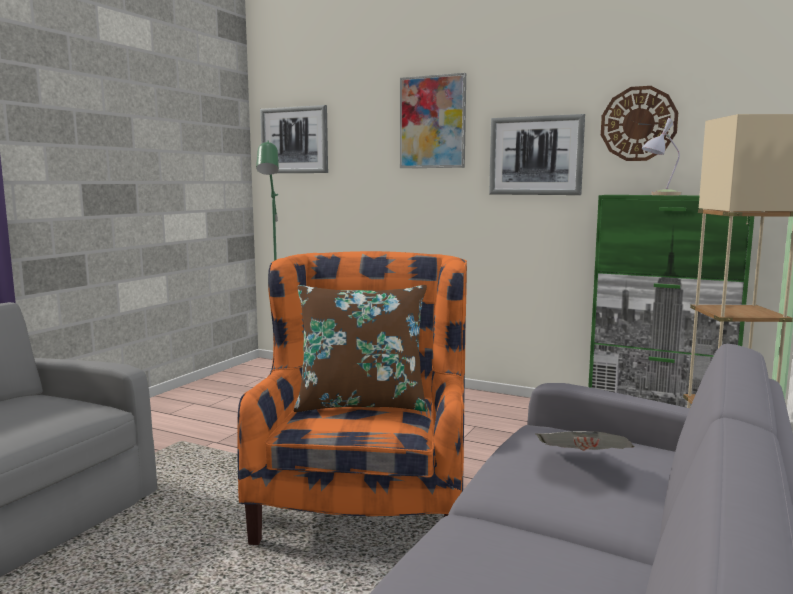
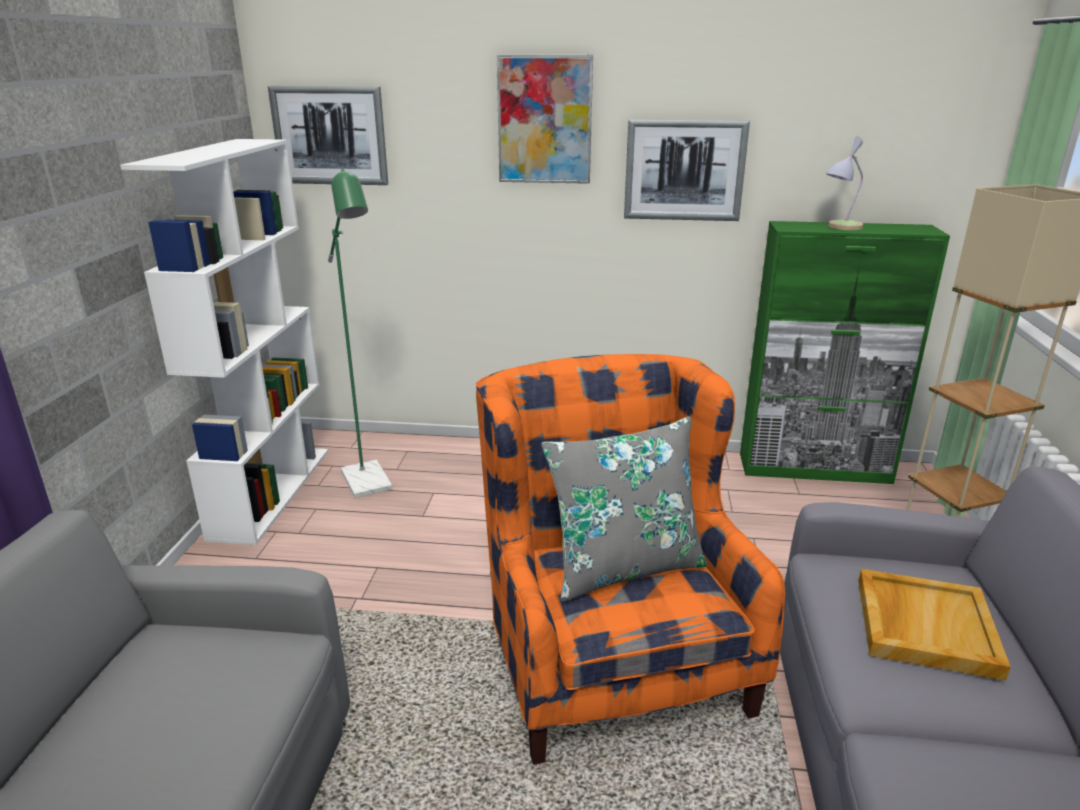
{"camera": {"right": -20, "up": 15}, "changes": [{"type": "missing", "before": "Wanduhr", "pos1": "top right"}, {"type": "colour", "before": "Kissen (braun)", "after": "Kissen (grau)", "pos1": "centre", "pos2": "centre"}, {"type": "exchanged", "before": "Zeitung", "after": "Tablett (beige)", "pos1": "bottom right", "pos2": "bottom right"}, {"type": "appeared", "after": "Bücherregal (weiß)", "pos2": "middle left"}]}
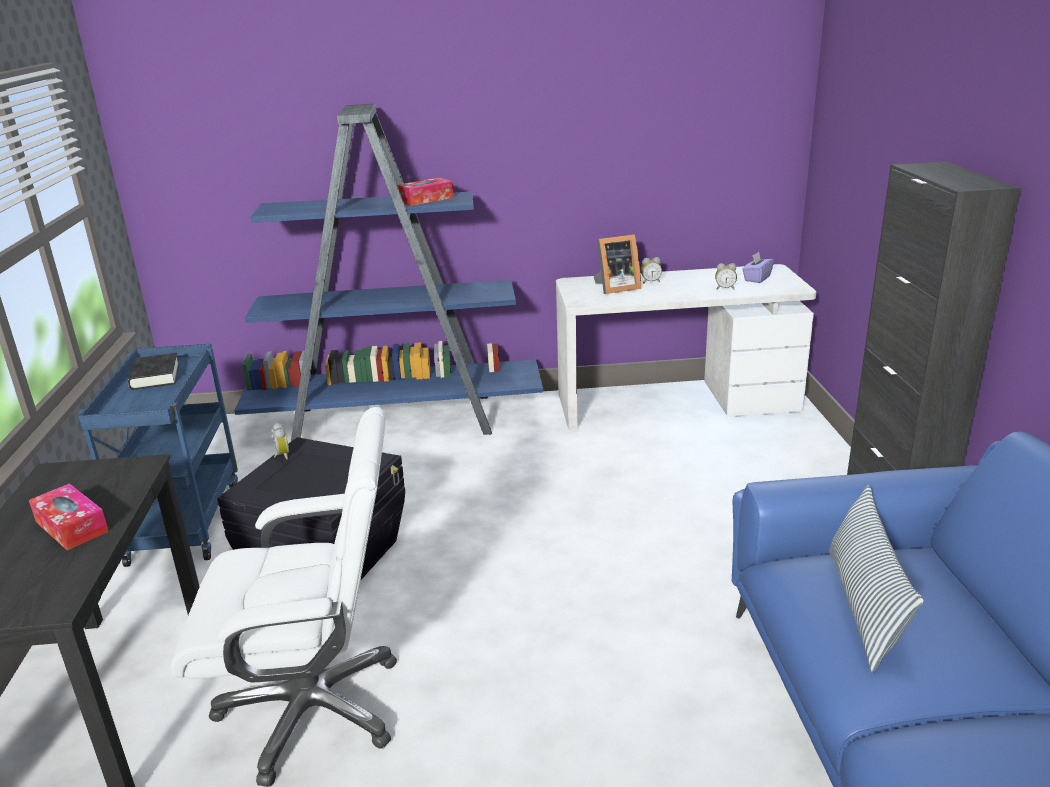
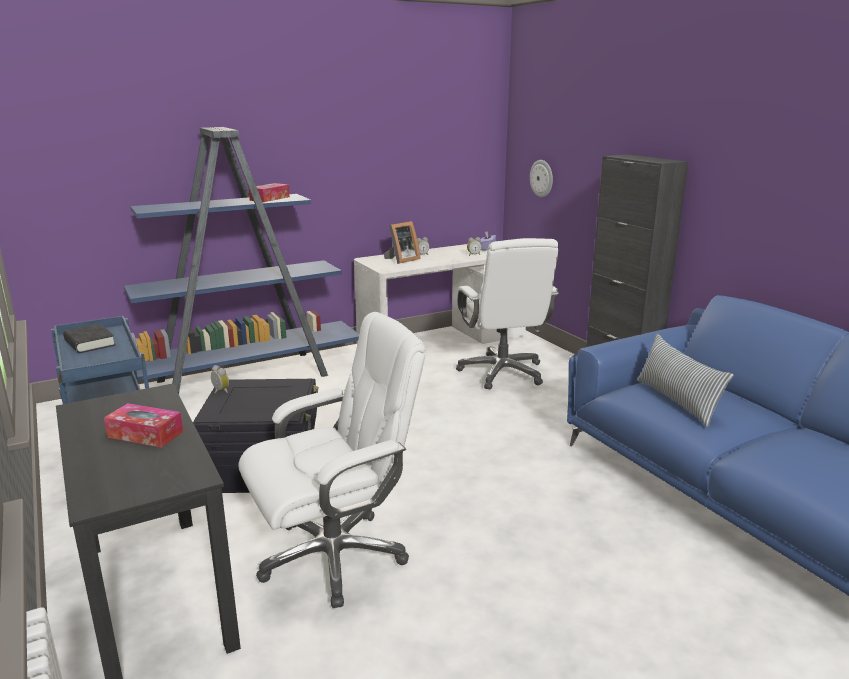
{"camera": {"right": -25, "up": -5}, "changes": [{"type": "appeared", "after": "Wanduhr", "pos2": "top centre"}, {"type": "appeared", "after": "Bürostuhl (weiß) (no. 2 from left)", "pos2": "centre"}]}
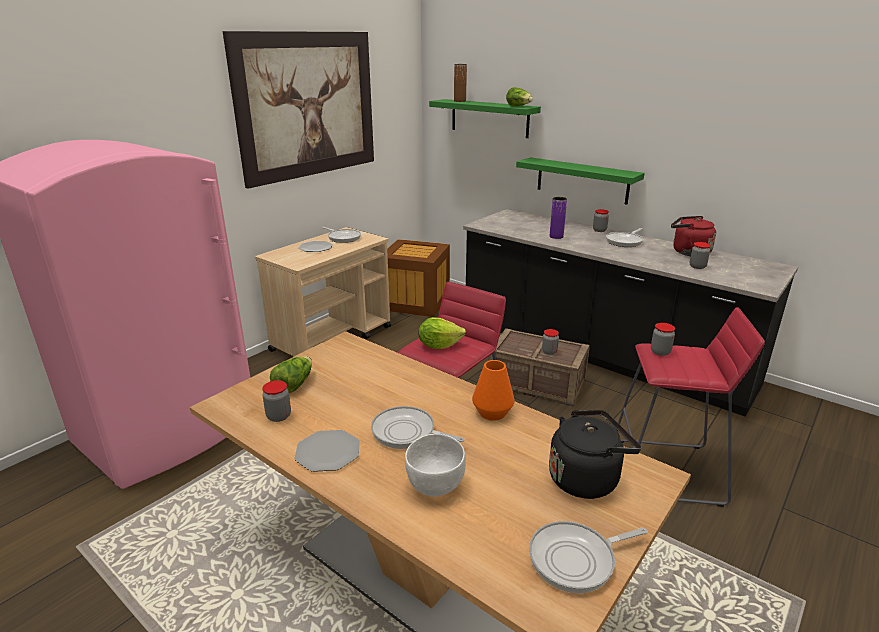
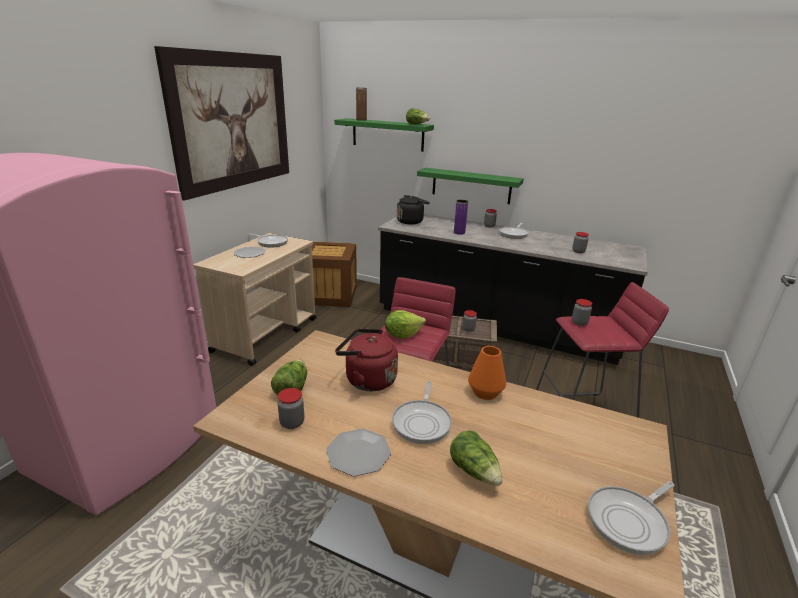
{"camera": {"right": -15, "up": 0}, "changes": [{"type": "relocated", "before": "Wasserkessel (rot)", "pos1": "middle right", "pos2": "centre"}, {"type": "spun", "before": "Pfanne (no. 2 from left)", "pos1": "bottom centre", "pos2": "bottom centre", "turn": -90}, {"type": "relocated", "before": "Wasserkessel (schwarz)", "pos1": "bottom right", "pos2": "centre"}, {"type": "exchanged", "before": "Schüssel (weiß)", "after": "Salatkopf (no. 4 from left)", "pos1": "bottom centre", "pos2": "bottom centre"}]}
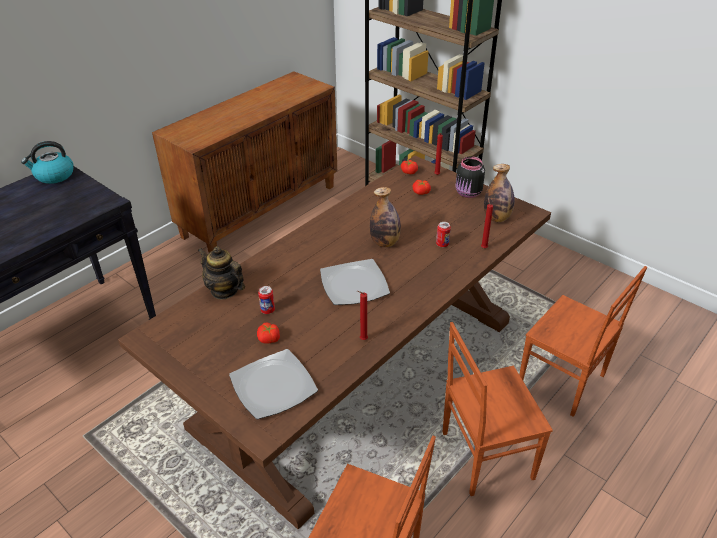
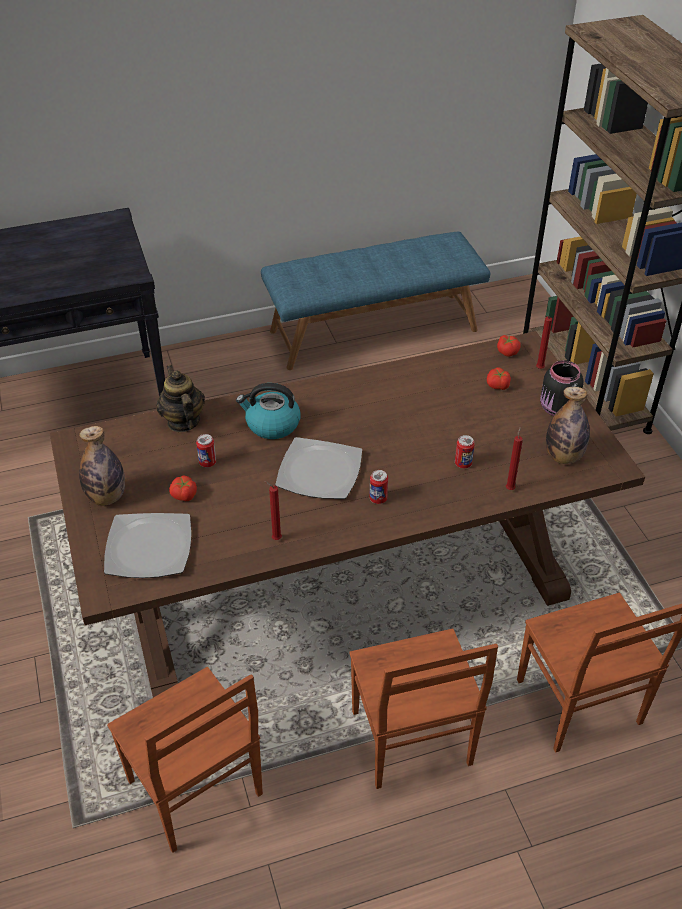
{"camera": {"right": 30, "up": 5}, "changes": [{"type": "exchanged", "before": "Schrank (braun)", "after": "Bank (blau)", "pos1": "top centre", "pos2": "top centre"}, {"type": "relocated", "before": "Wasserkessel", "pos1": "top left", "pos2": "centre"}, {"type": "relocated", "before": "Flasche (no. 1 from left)", "pos1": "centre", "pos2": "middle left"}, {"type": "spun", "before": "Stuhl (braun) (no. 2 from left)", "pos1": "bottom right", "pos2": "bottom centre", "turn": -120}, {"type": "appeared", "after": "Dose (no. 2 from left)", "pos2": "centre"}]}
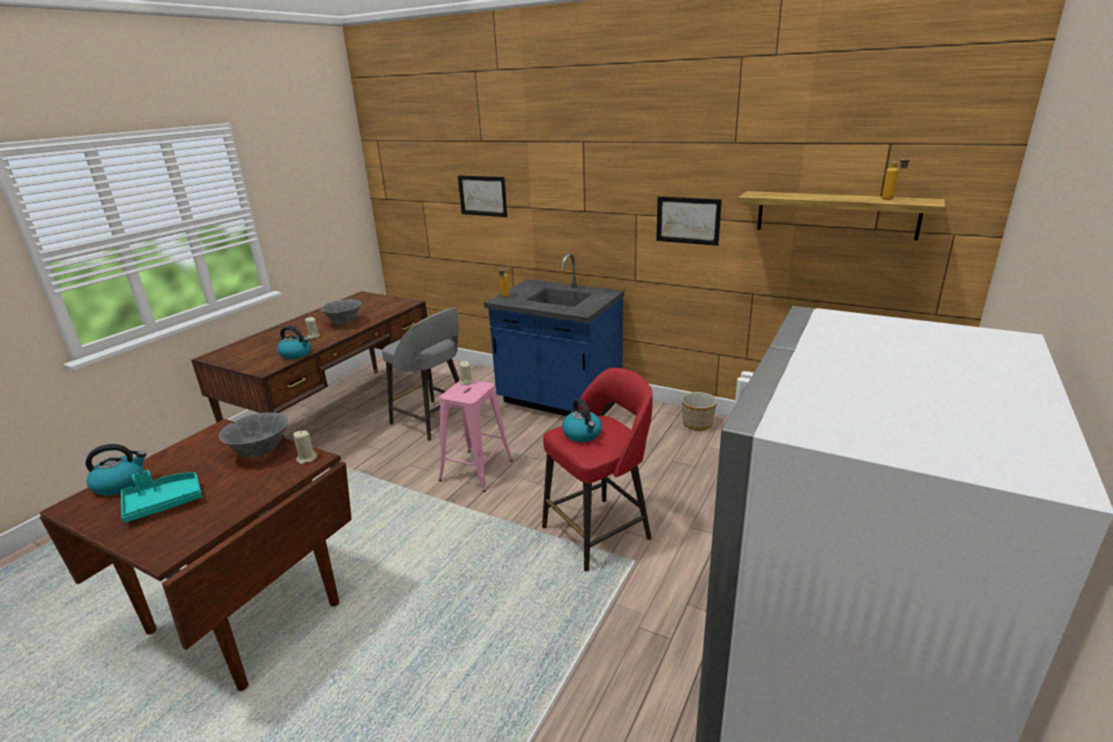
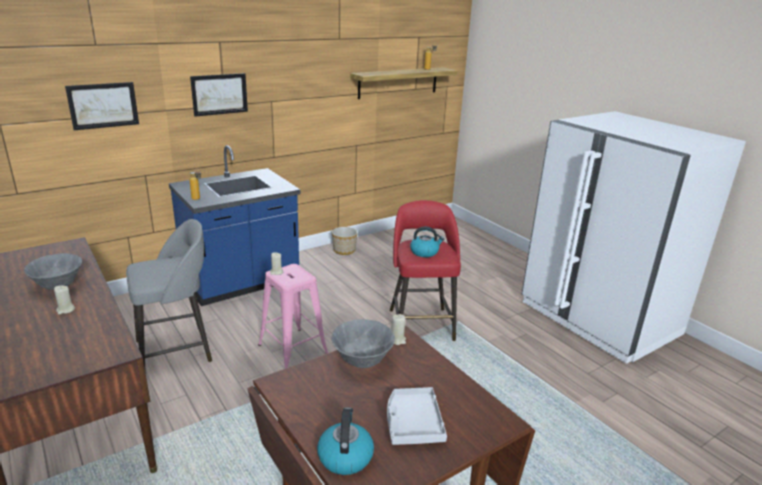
{"camera": {"right": -65, "up": 0}, "changes": [{"type": "relocated", "before": "Bild (no. 2 from left)", "pos1": "top centre", "pos2": "top left"}, {"type": "missing", "before": "Wasserkessel (no. 2 from left)", "pos1": "middle left"}, {"type": "colour", "before": "Tablett (türkis)", "after": "Tablett (grau)", "pos1": "bottom left", "pos2": "bottom centre"}]}
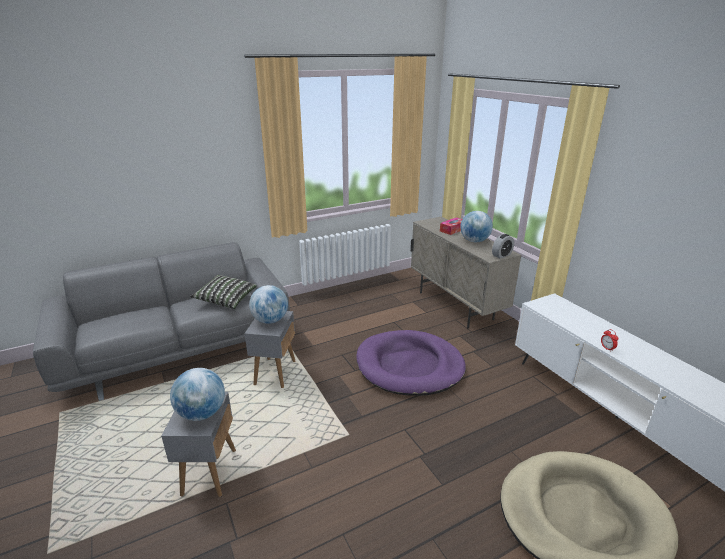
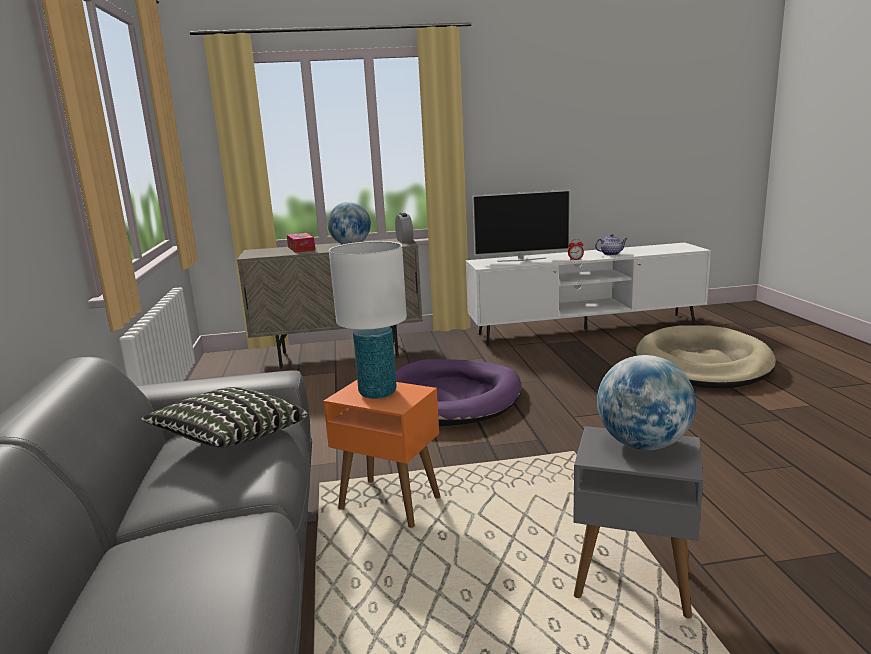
{"camera": {"right": -70, "up": -10}, "changes": [{"type": "exchanged", "before": "Globus (no. 2 from left)", "after": "Tischlampe (weiß)", "pos1": "centre", "pos2": "centre"}, {"type": "colour", "before": "Beistelltisch (grau) (no. 2 from left)", "after": "Beistelltisch (orange)", "pos1": "centre", "pos2": "bottom centre"}, {"type": "appeared", "after": "Fernseher", "pos2": "centre"}, {"type": "appeared", "after": "Teekanne", "pos2": "middle right"}]}
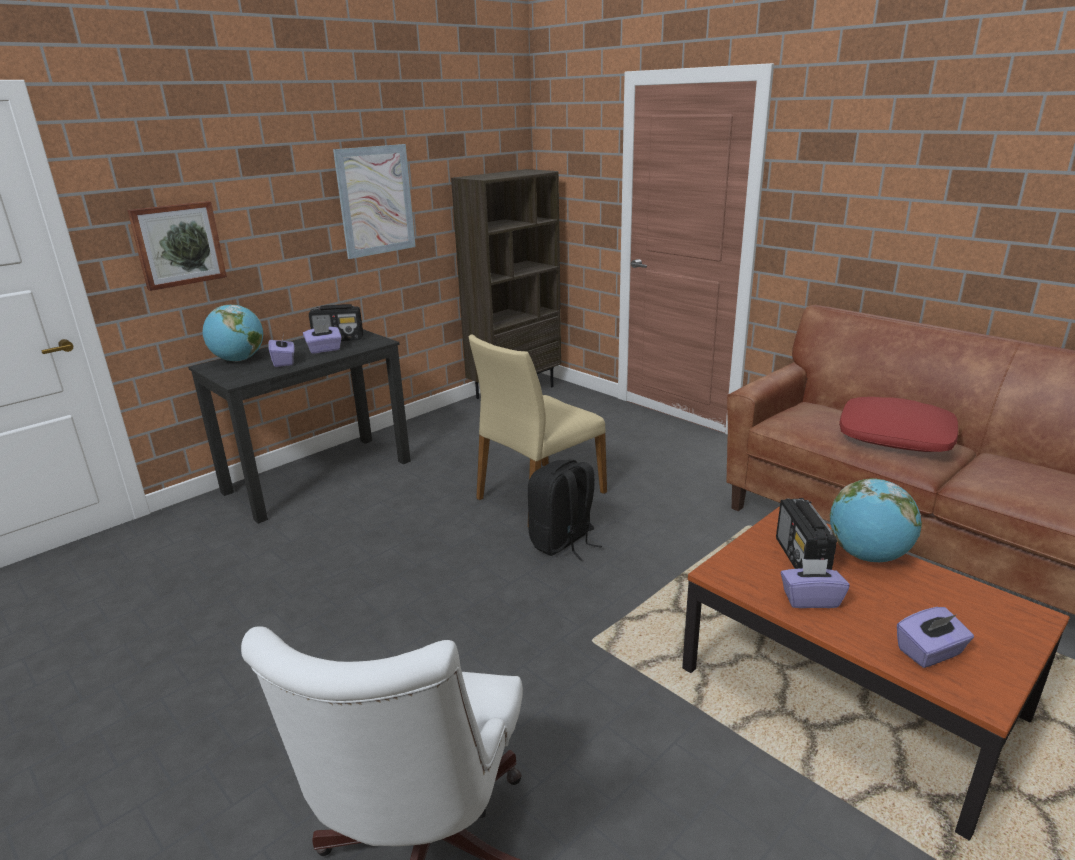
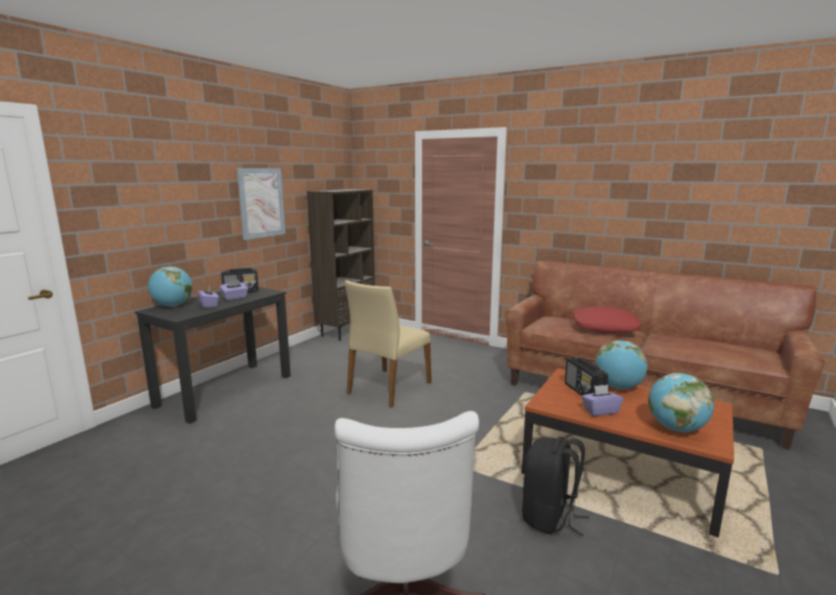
{"camera": {"right": -15, "up": -10}, "changes": [{"type": "missing", "before": "Bild (no. 1 from left)", "pos1": "top left"}, {"type": "relocated", "before": "Rucksack (schwarz)", "pos1": "centre", "pos2": "bottom centre"}, {"type": "exchanged", "before": "Taschentuchbox (lila) (no. 4 from left)", "after": "Globus (no. 3 from left)", "pos1": "bottom right", "pos2": "bottom right"}]}
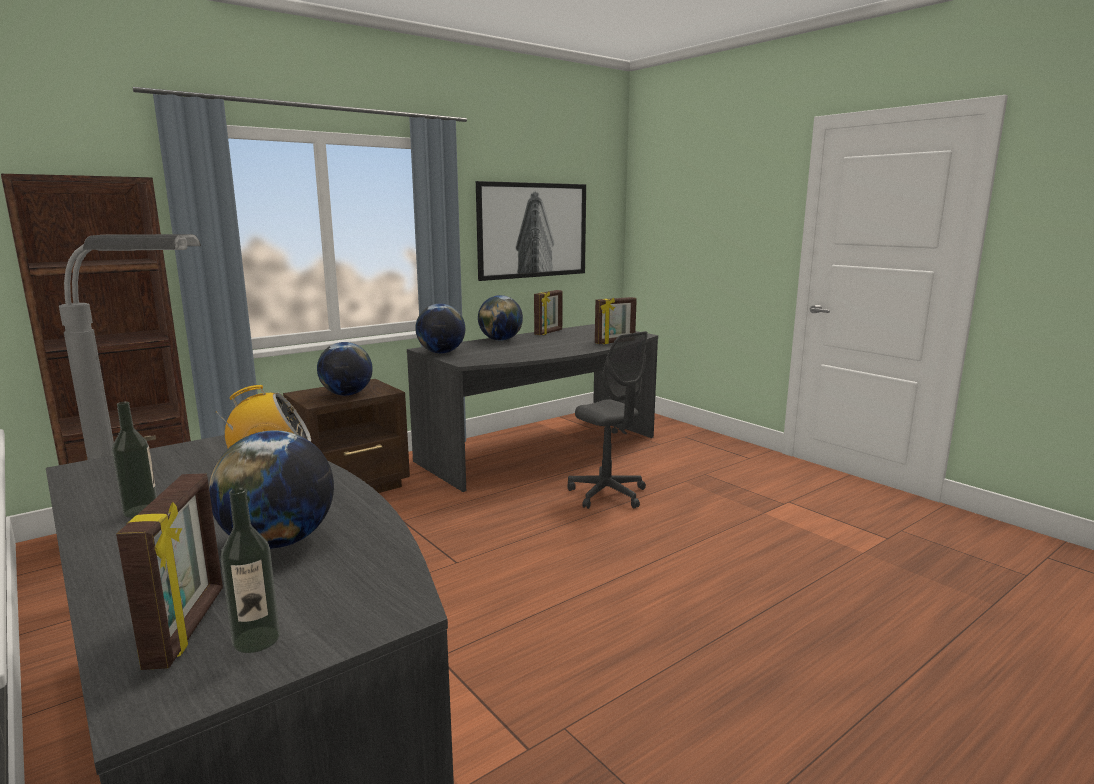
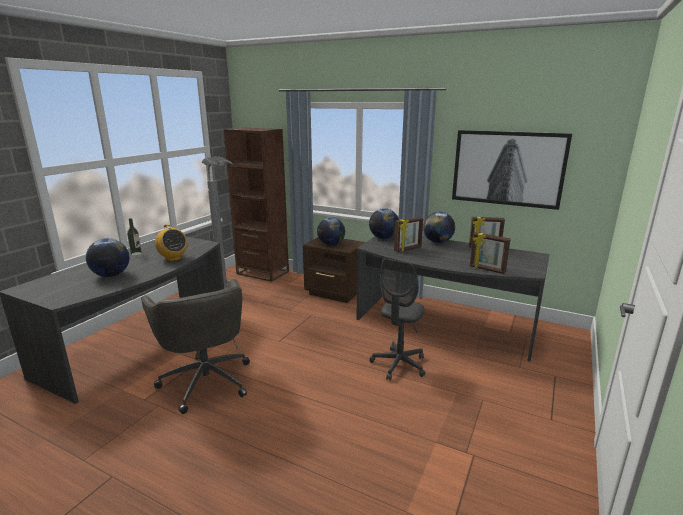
{"camera": {"right": 65, "up": 5}, "changes": [{"type": "relocated", "before": "Bilderrahmen (no. 1 from left)", "pos1": "bottom left", "pos2": "centre"}, {"type": "missing", "before": "Flasche (no. 2 from left)", "pos1": "bottom left"}, {"type": "appeared", "after": "Bürostuhl (grau) (no. 1 from left)", "pos2": "bottom left"}]}
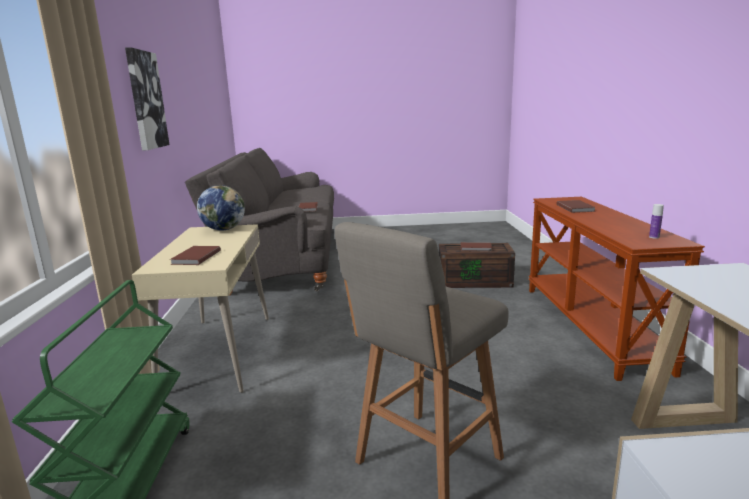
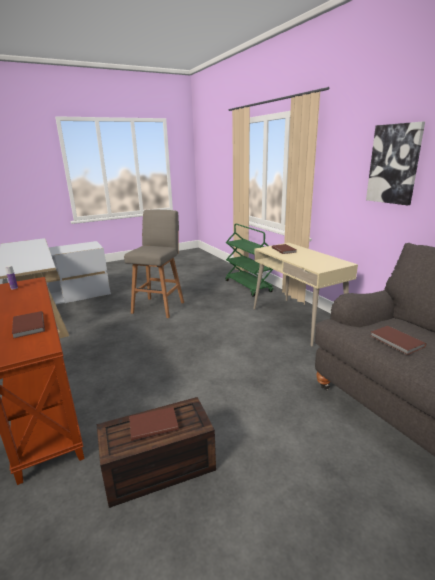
{"camera": {"right": 155, "up": 5}, "changes": [{"type": "missing", "before": "Globus", "pos1": "middle left"}]}
